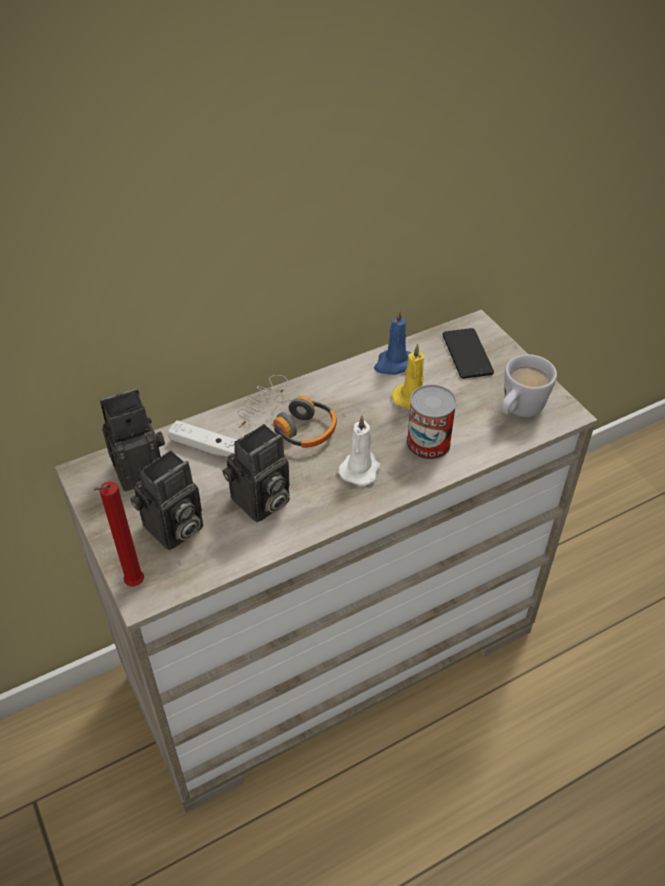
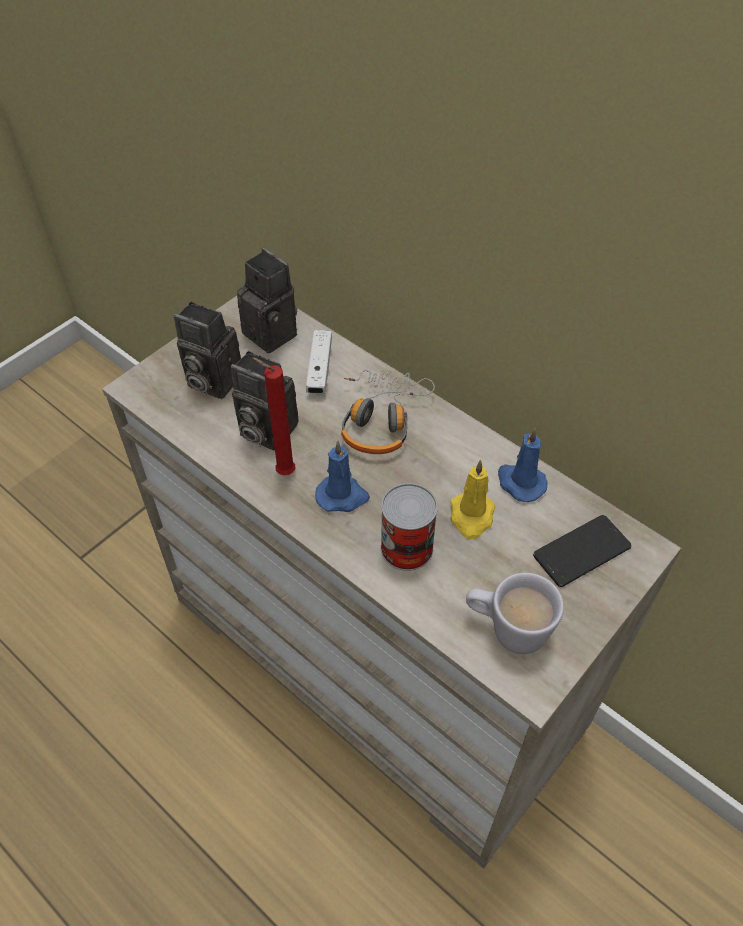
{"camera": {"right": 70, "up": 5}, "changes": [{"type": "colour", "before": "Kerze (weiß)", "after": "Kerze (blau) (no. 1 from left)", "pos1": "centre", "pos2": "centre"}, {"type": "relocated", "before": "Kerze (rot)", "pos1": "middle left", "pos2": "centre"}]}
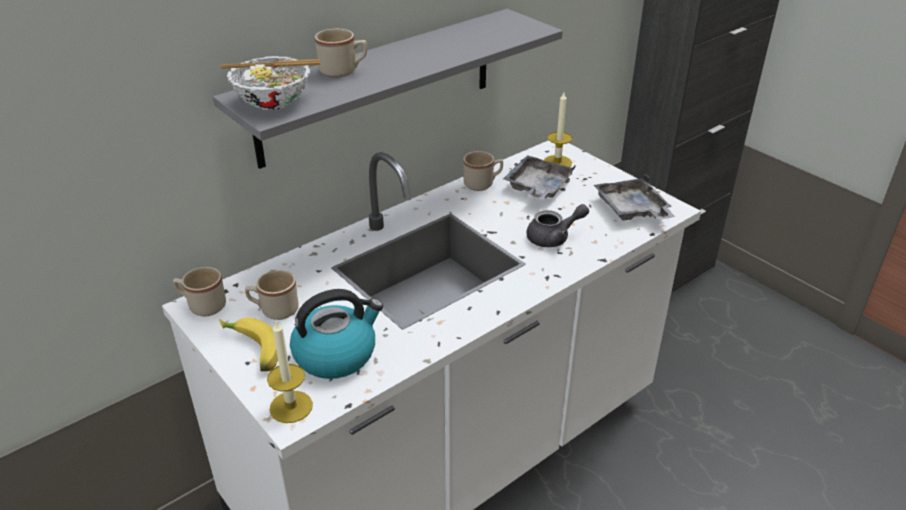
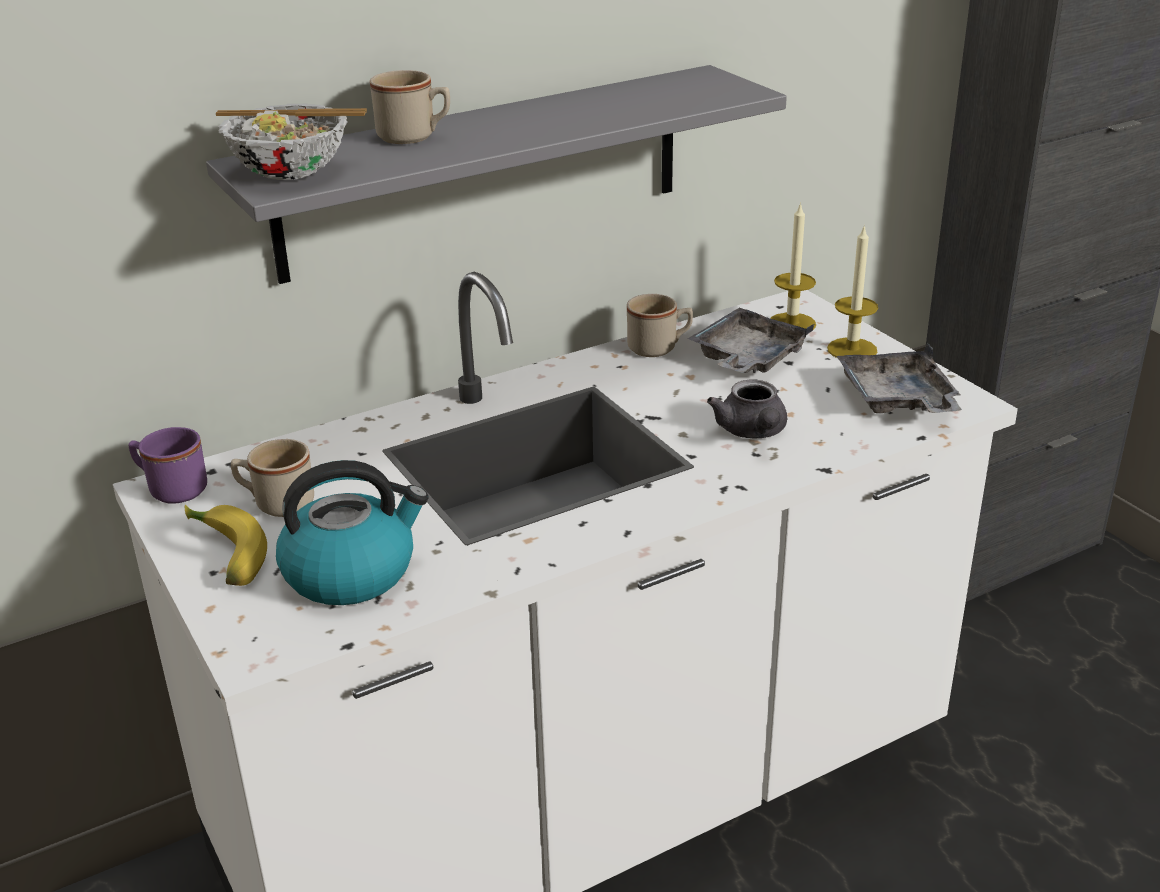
{"camera": {"right": 10, "up": -5}, "changes": [{"type": "spun", "before": "Teekanne (grau)", "pos1": "centre", "pos2": "centre", "turn": 90}, {"type": "colour", "before": "Henkelbecher (beige) (no. 1 from left)", "after": "Henkelbecher (lila)", "pos1": "middle left", "pos2": "middle left"}, {"type": "relocated", "before": "Kerze (no. 1 from left in the first image)", "after": "Kerze (no. 2 from left)", "pos1": "bottom left", "pos2": "top right"}]}
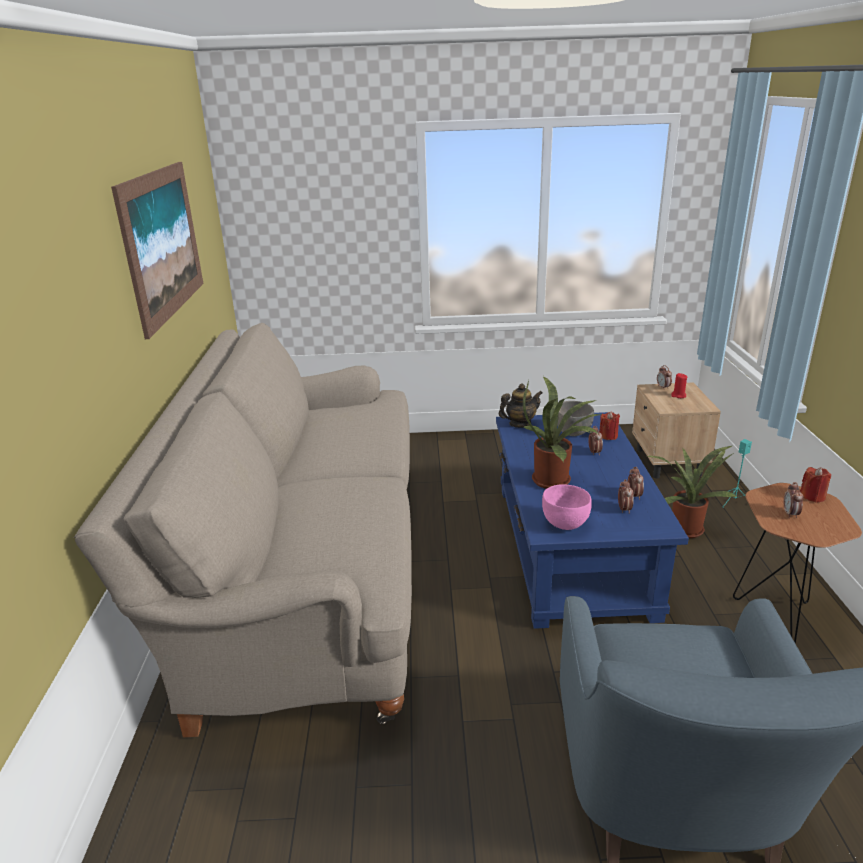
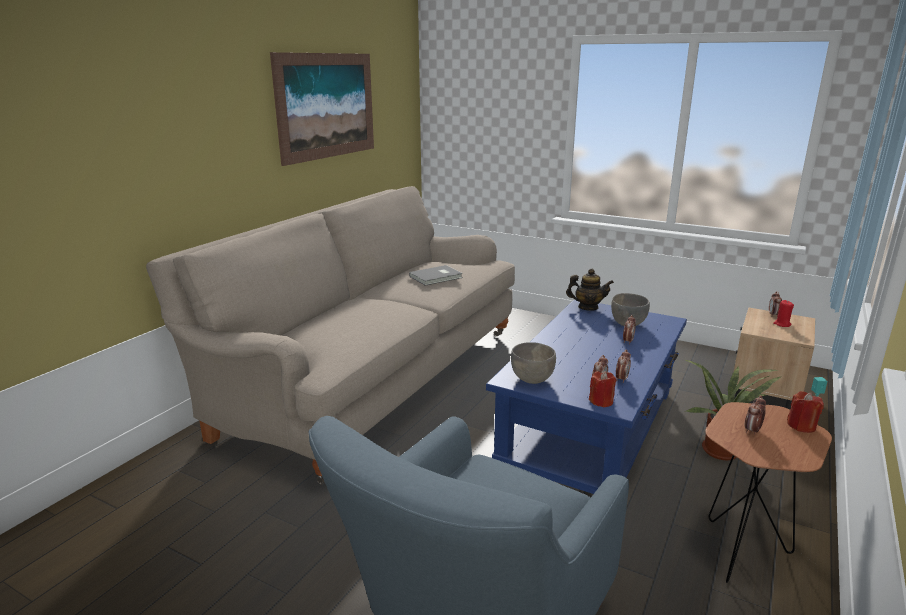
{"camera": {"right": 30, "up": -5}, "changes": [{"type": "missing", "before": "Topfpflanze (no. 1 from left)", "pos1": "centre"}, {"type": "relocated", "before": "Kerze (rot) (no. 1 from left)", "pos1": "middle right", "pos2": "centre"}, {"type": "colour", "before": "Schüssel (rosa)", "after": "Schüssel (grau) (no. 1 from left)", "pos1": "centre", "pos2": "centre"}, {"type": "appeared", "after": "Buch (grau)", "pos2": "centre"}]}
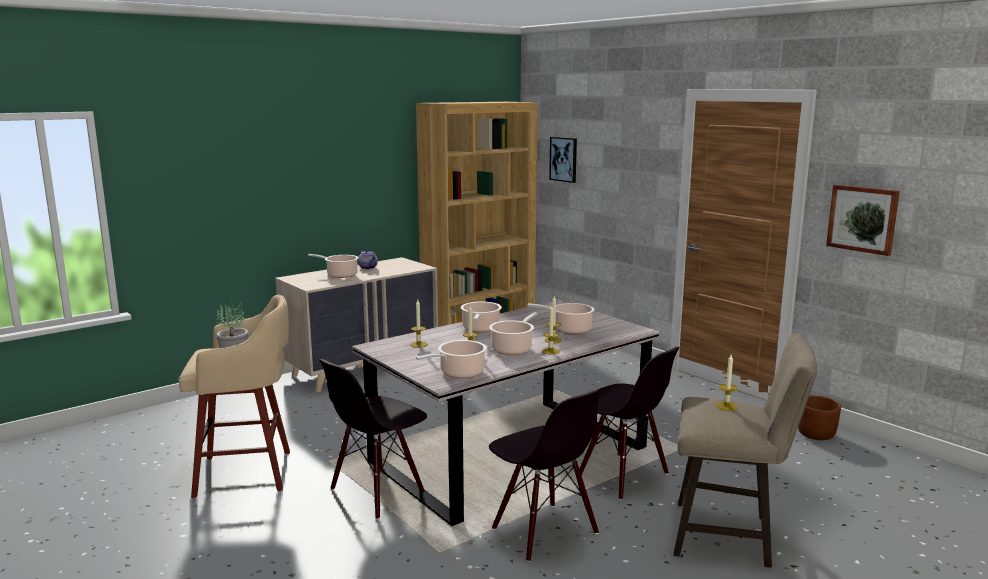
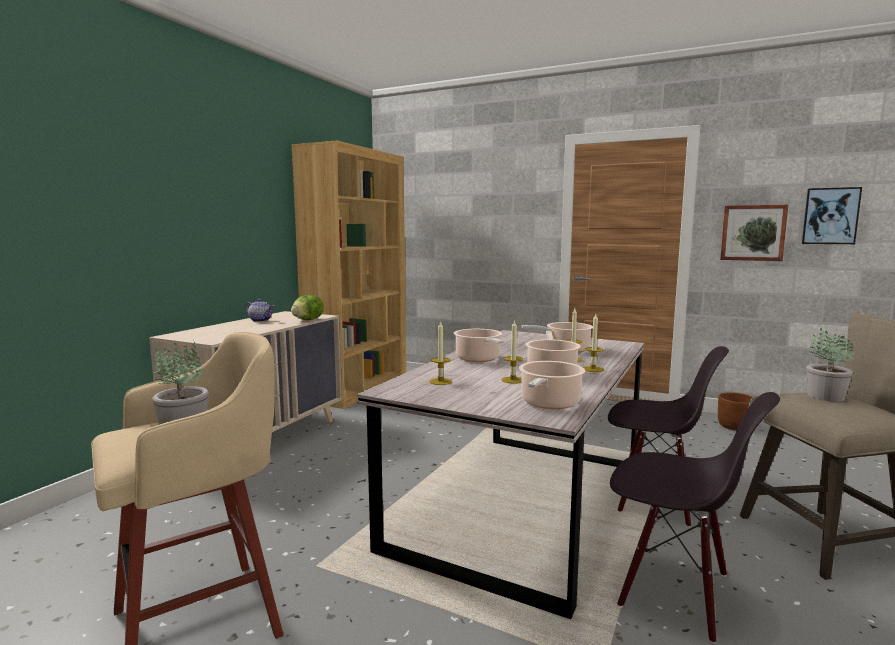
{"camera": {"right": -25, "up": -5}, "changes": [{"type": "relocated", "before": "Bild (no. 1 from left in the first image)", "after": "Bild (no. 2 from left)", "pos1": "top centre", "pos2": "middle right"}, {"type": "missing", "before": "Kochtopf (no. 1 from left)", "pos1": "centre"}, {"type": "exchanged", "before": "Kerze (no. 5 from left)", "after": "Topfpflanze (no. 2 from left)", "pos1": "middle right", "pos2": "middle right"}, {"type": "missing", "before": "Stuhl (schwarz) (no. 1 from left)", "pos1": "bottom centre"}, {"type": "appeared", "after": "Salatkopf", "pos2": "centre"}]}
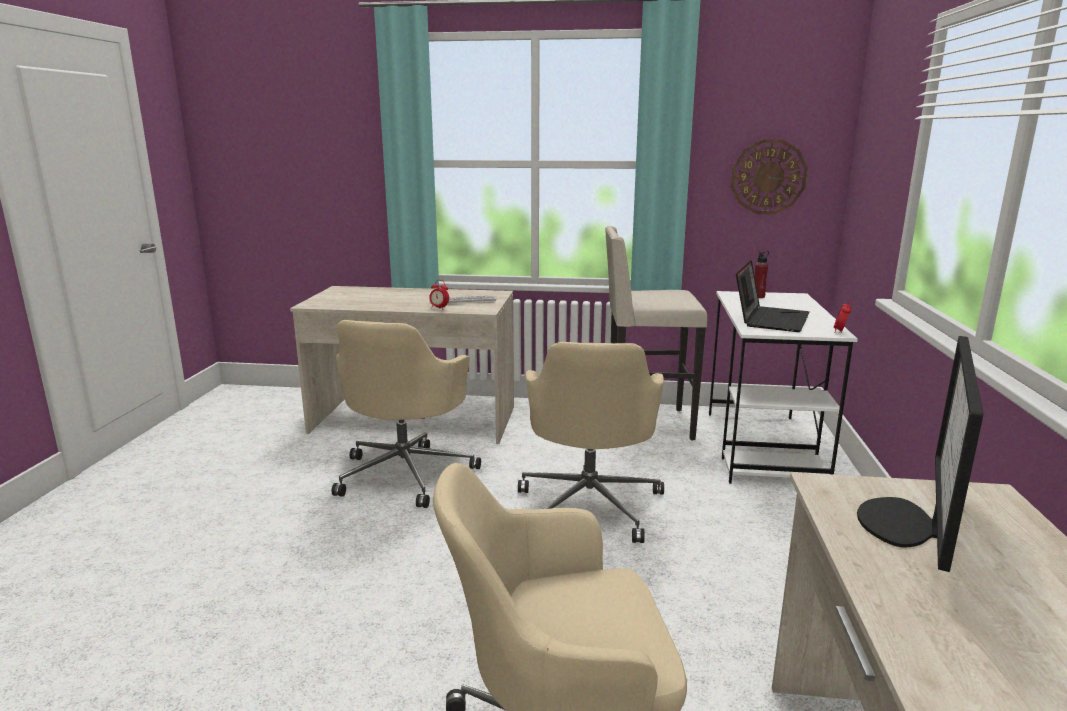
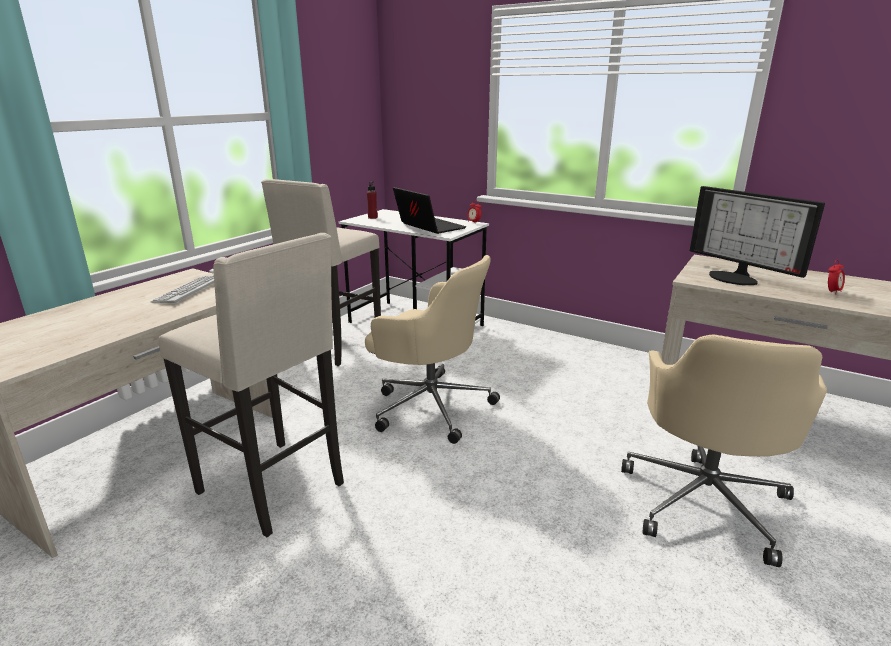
{"camera": {"right": -65, "up": 5}, "changes": [{"type": "missing", "before": "Wanduhr", "pos1": "top right"}, {"type": "relocated", "before": "Wecker (no. 1 from left in the first image)", "after": "Wecker (no. 2 from left)", "pos1": "centre", "pos2": "middle right"}, {"type": "exchanged", "before": "Bürostuhl (beige) (no. 1 from left)", "after": "Hocker (beige) (no. 1 from left)", "pos1": "centre", "pos2": "middle left"}]}
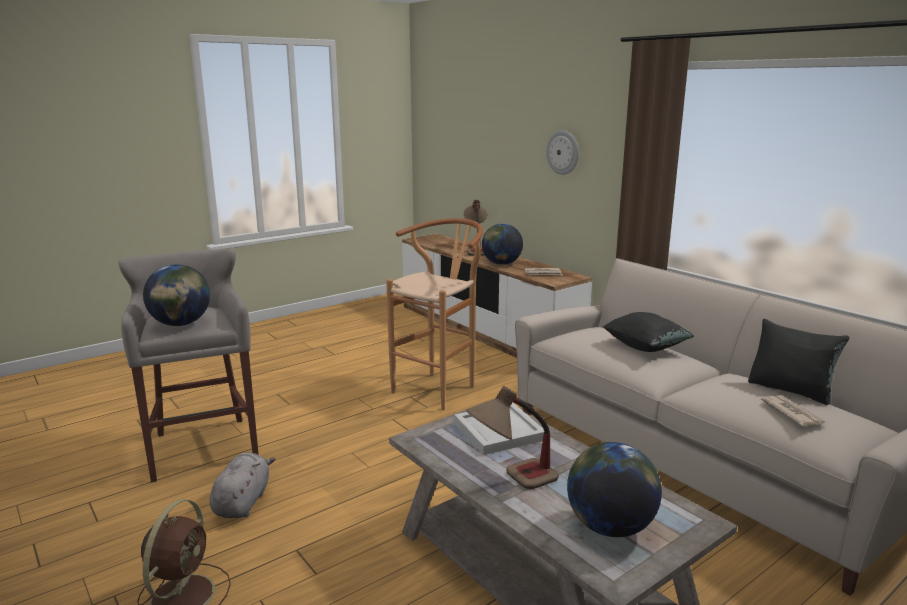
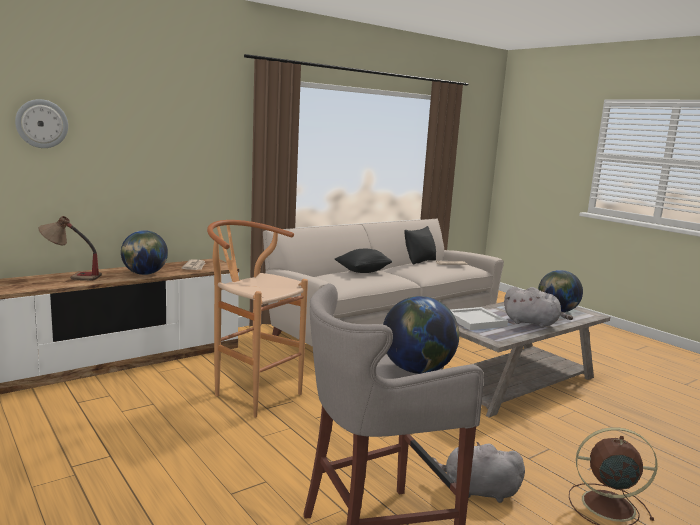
{"camera": {"right": -90, "up": -5}, "changes": [{"type": "relocated", "before": "Wanduhr", "pos1": "top centre", "pos2": "top left"}, {"type": "exchanged", "before": "Tischlampe (no. 2 from left)", "after": "Plüschtier (grau) (no. 2 from left)", "pos1": "bottom centre", "pos2": "middle right"}]}
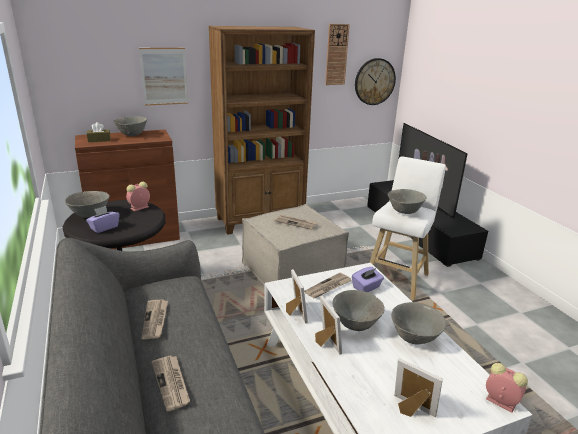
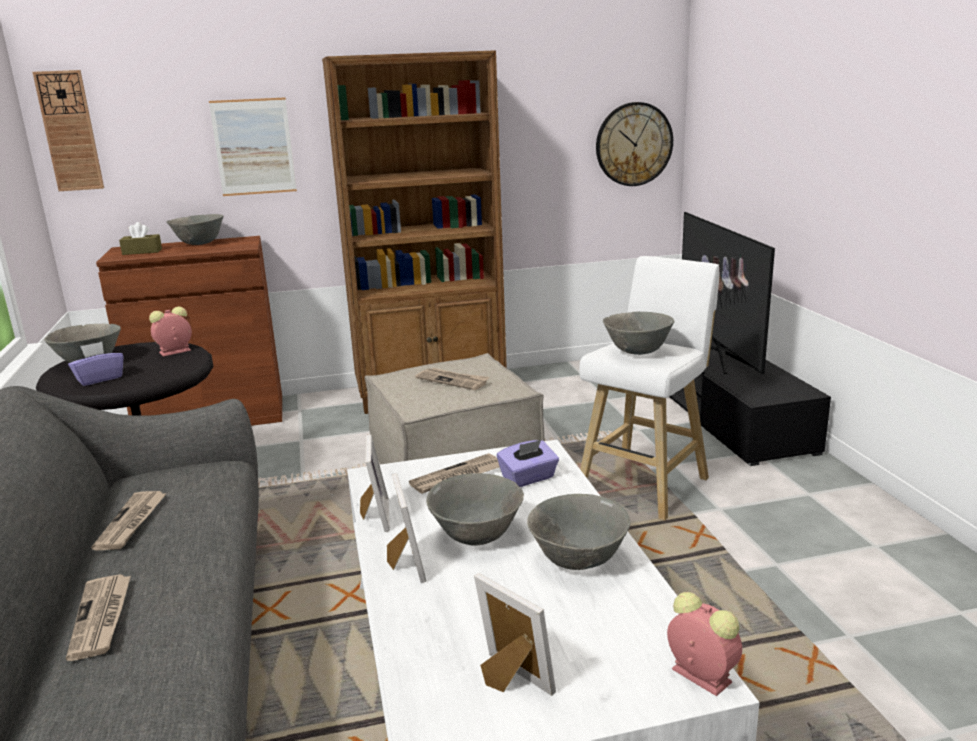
{"camera": {"right": 10, "up": -5}, "changes": [{"type": "relocated", "before": "Wanduhr (no. 1 from left)", "pos1": "top centre", "pos2": "top left"}]}
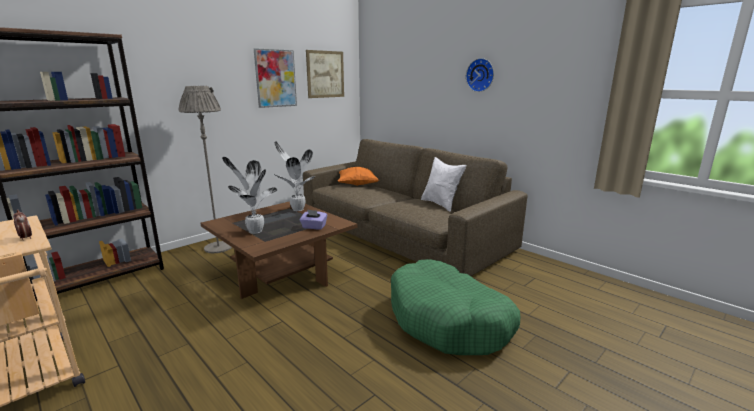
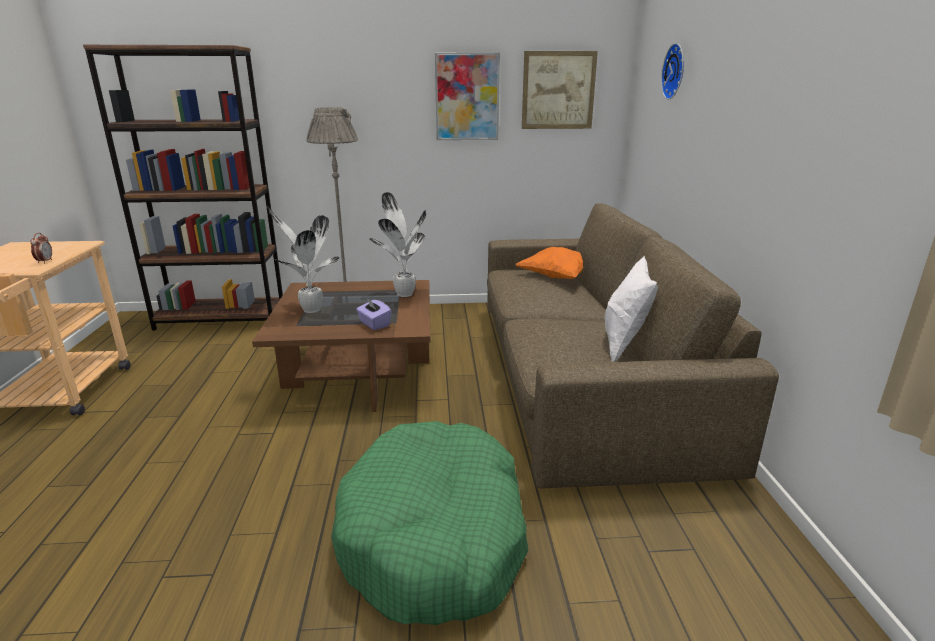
{"camera": {"right": 40, "up": 5}, "changes": [{"type": "relocated", "before": "Wanduhr", "pos1": "top centre", "pos2": "top right"}]}
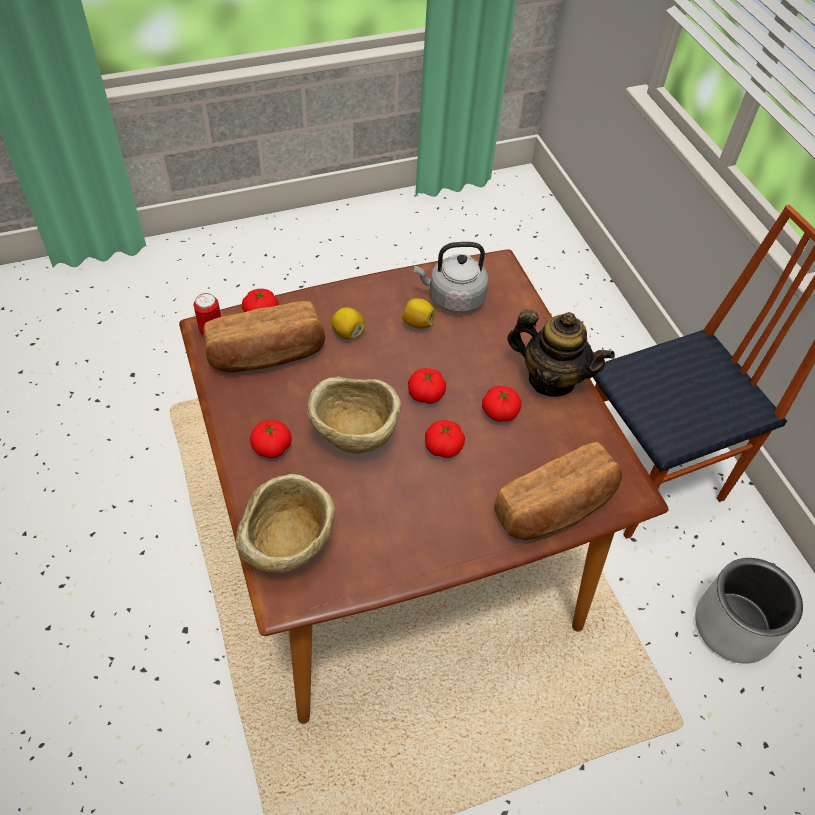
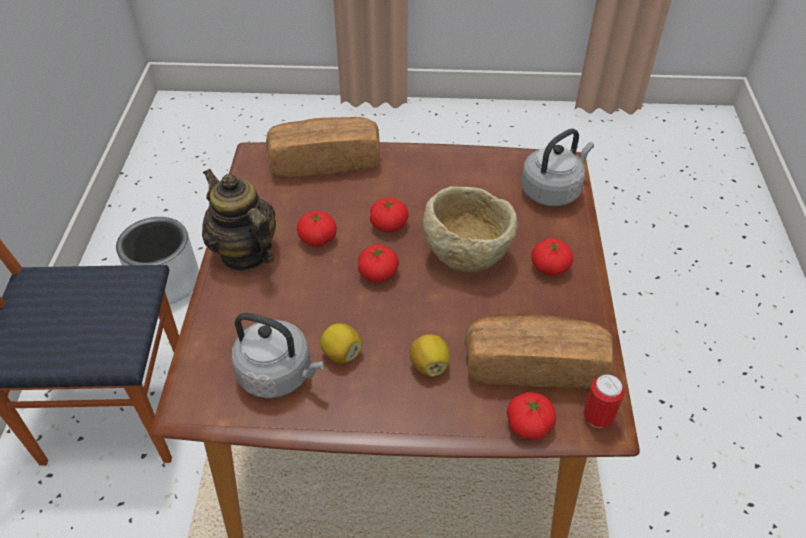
{"camera": {"right": -155, "up": -5}, "changes": [{"type": "exchanged", "before": "Schüssel (beige) (no. 1 from left)", "after": "Wasserkessel (grau) (no. 2 from left)", "pos1": "centre", "pos2": "top right"}]}
